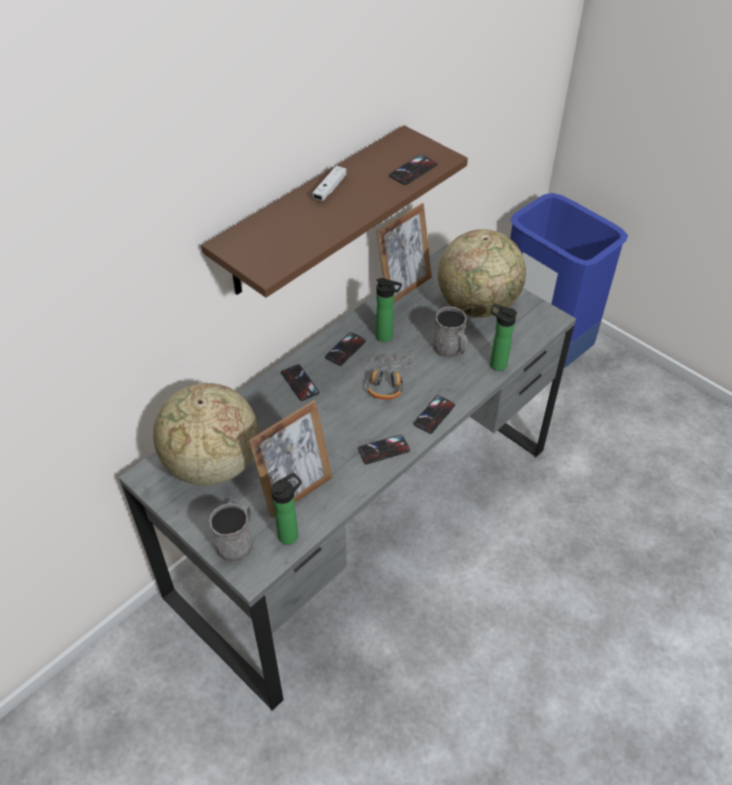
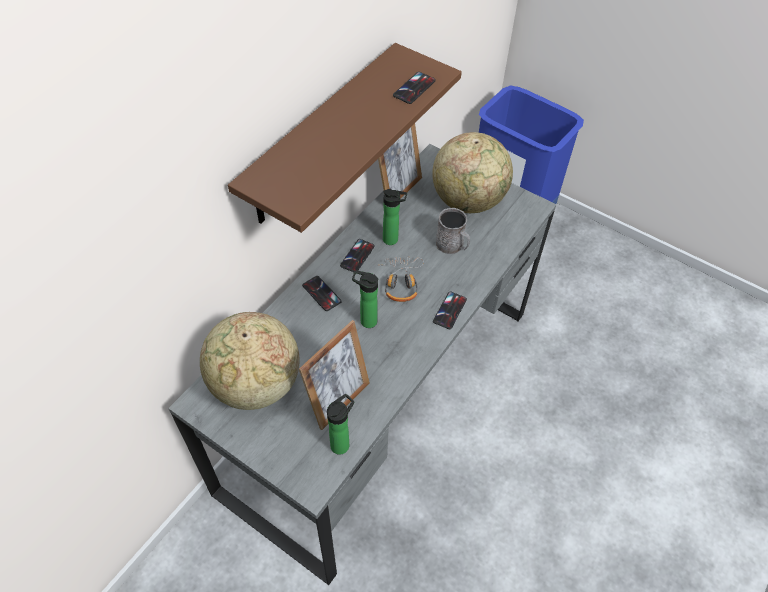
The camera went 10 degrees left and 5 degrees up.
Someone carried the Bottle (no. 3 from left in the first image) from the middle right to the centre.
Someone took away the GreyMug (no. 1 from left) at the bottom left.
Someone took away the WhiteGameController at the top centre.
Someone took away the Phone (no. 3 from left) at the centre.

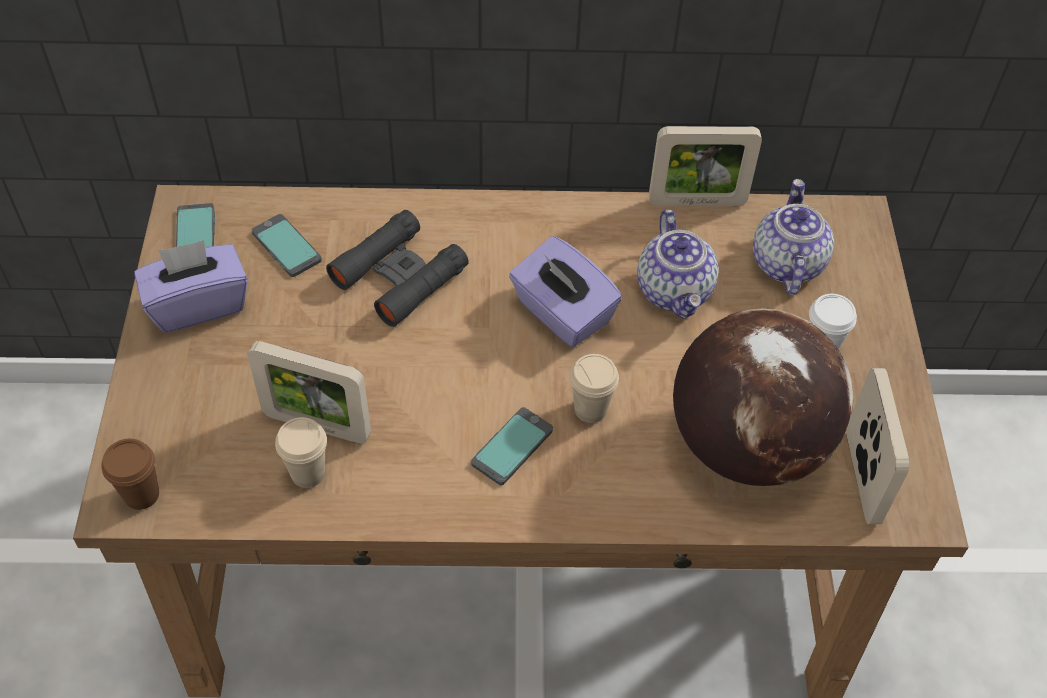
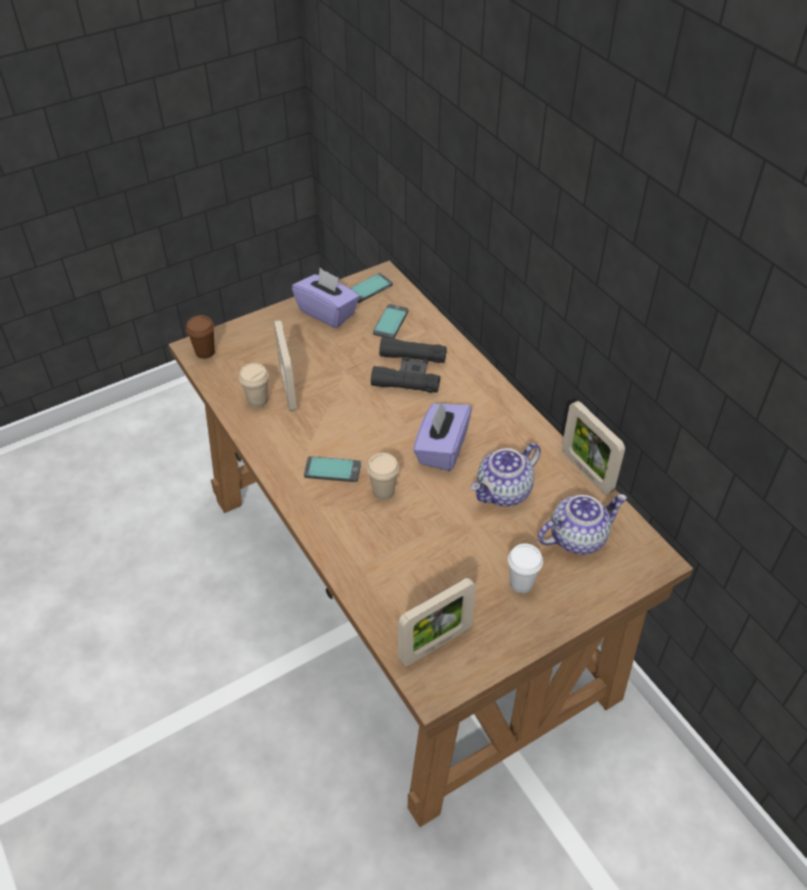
The camera went 60 degrees right and 5 degrees down.
Someone took away the Globe at the middle right.

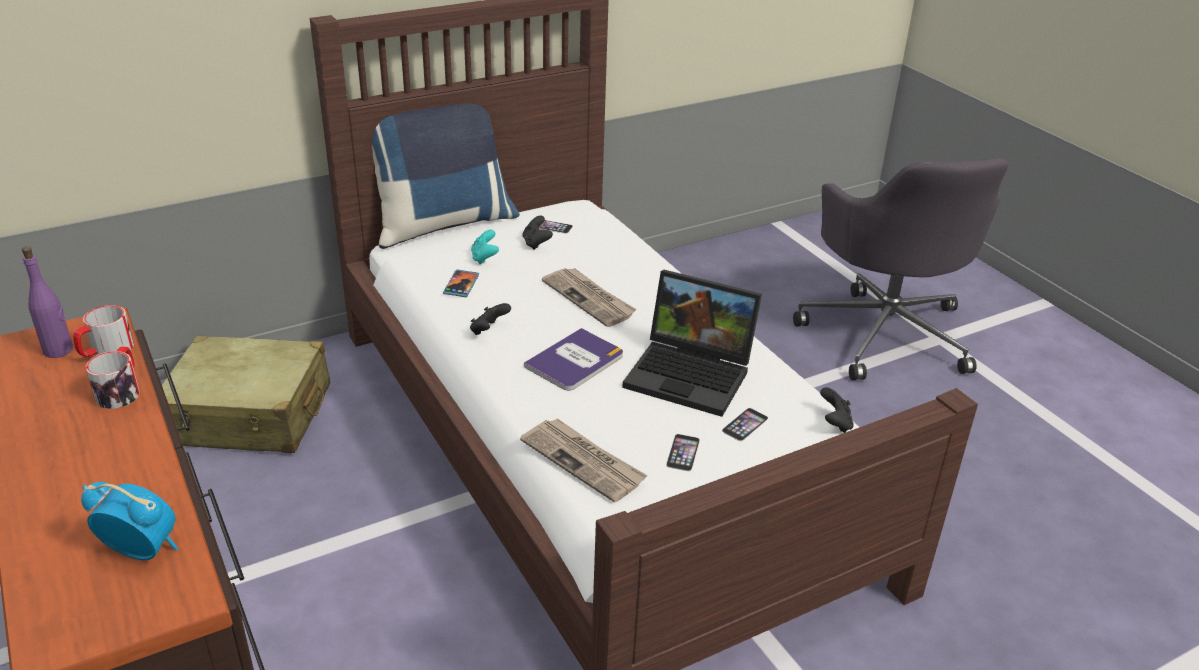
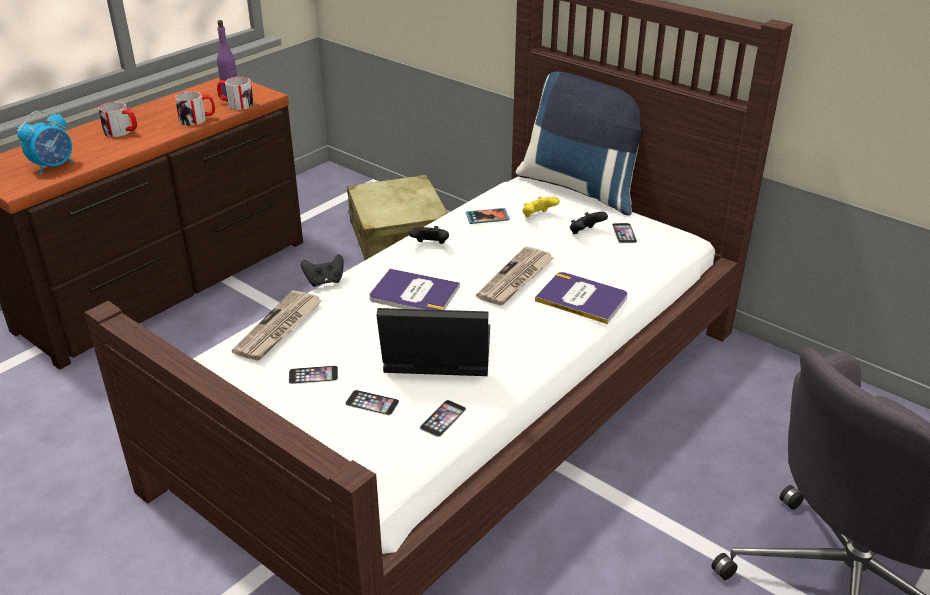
The camera went 70 degrees right and 0 degrees up.
Someone rotated the AlarmClock at the bottom left by 45 degrees clockwise.
Someone put down the Mug (no. 1 from left) at the top left.
Someone carried the BlackGameController (no. 3 from left in the first image) from the middle right to the centre.
Someone rotated the Laptop at the centre by 90 degrees clockwise.
Someone put down the Phone (no. 3 from left) at the bottom centre.
Someone repainted the TurquoiseGameController at the centre, which became the YellowGameController at the centre.
Someone put down the Book (no. 2 from left) at the centre.

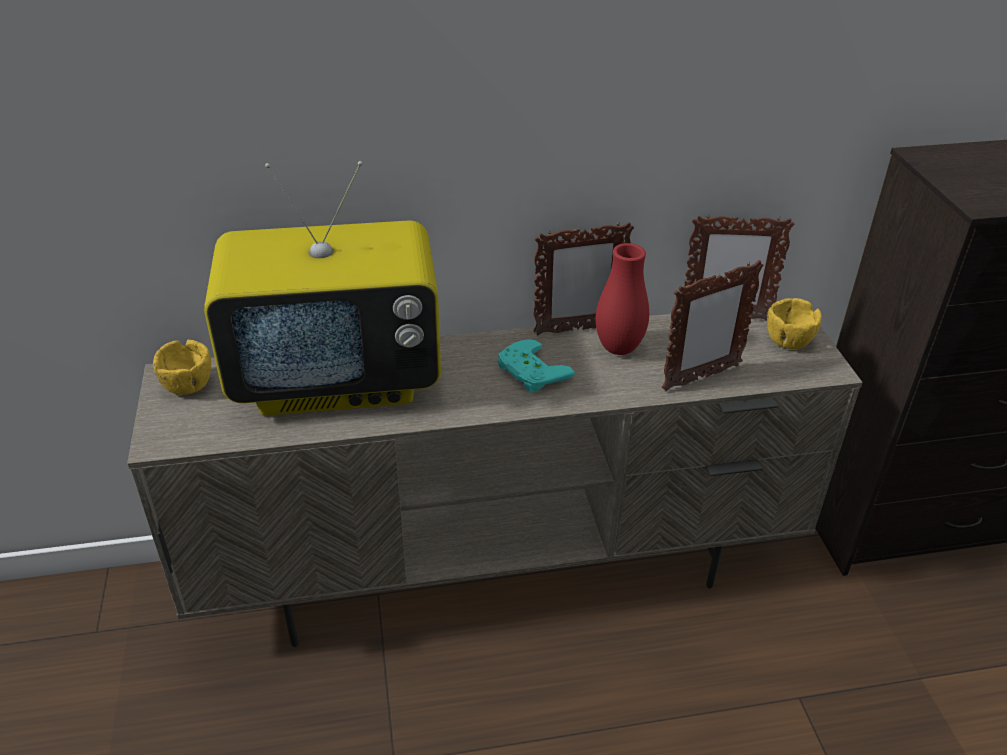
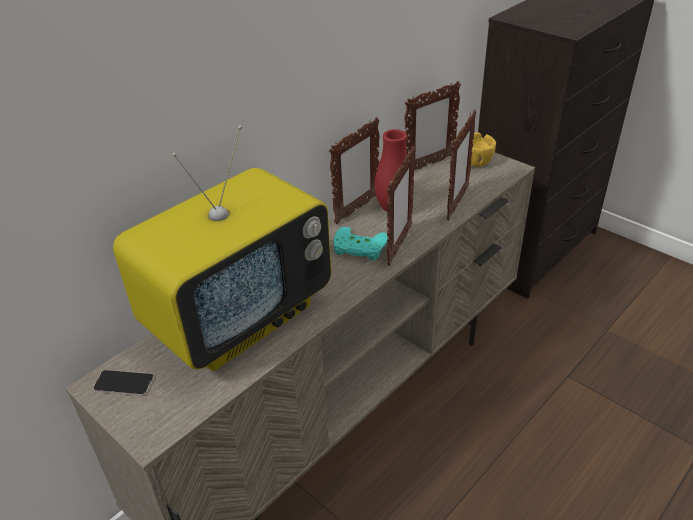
The camera went 35 degrees left and 0 degrees up.
Someone swapped the YellowBowl (no. 1 from left) at the middle left for the Phone at the bottom left.
Someone put down the PictureFrame (no. 2 from left) at the centre.

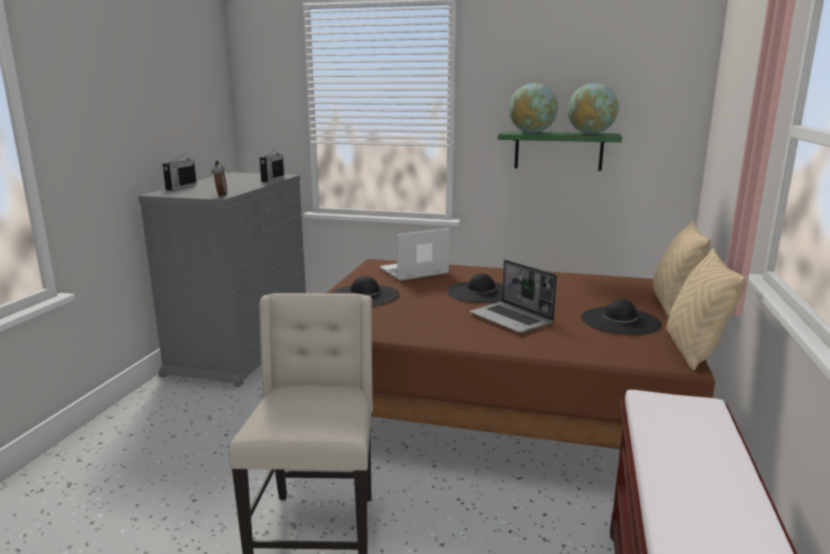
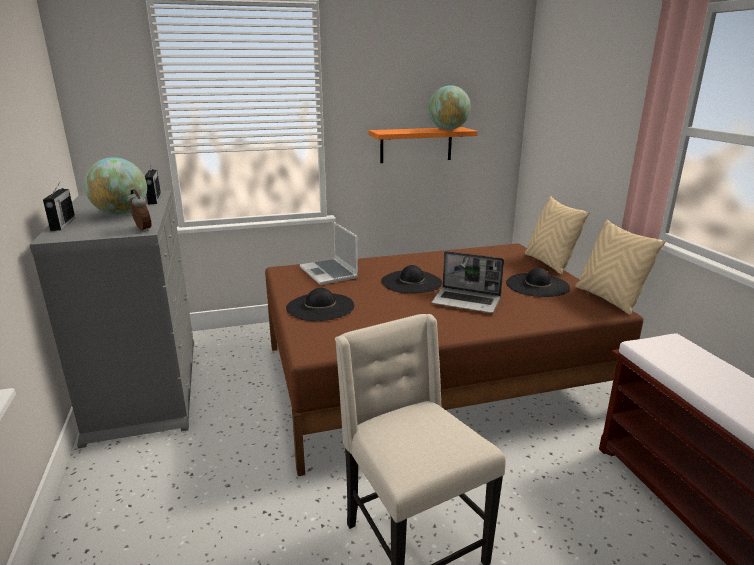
The camera went 30 degrees left and 5 degrees up.
Someone carried the Globe (no. 1 from left) from the top centre to the top left.
Someone rotated the Laptop (no. 1 from left) at the centre by 60 degrees counterclockwise.
Someone repainted the GreenShelf at the top right, which became the OrangeShelf at the top centre.

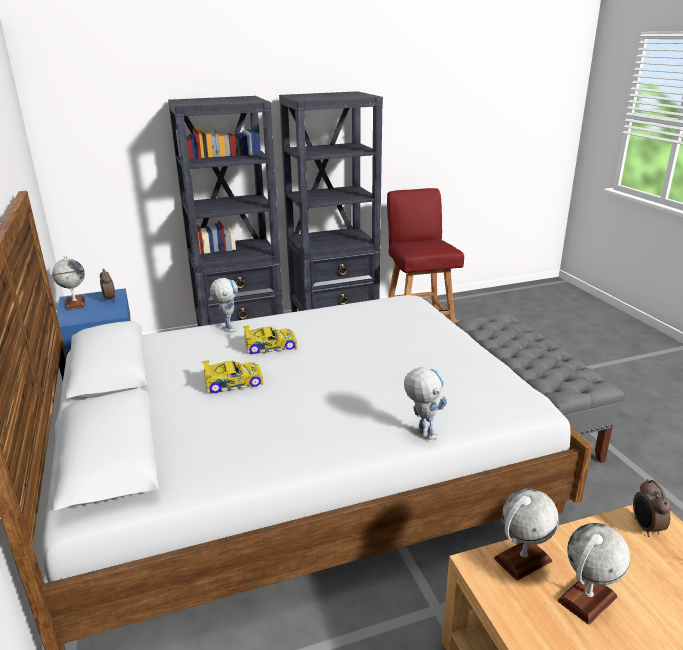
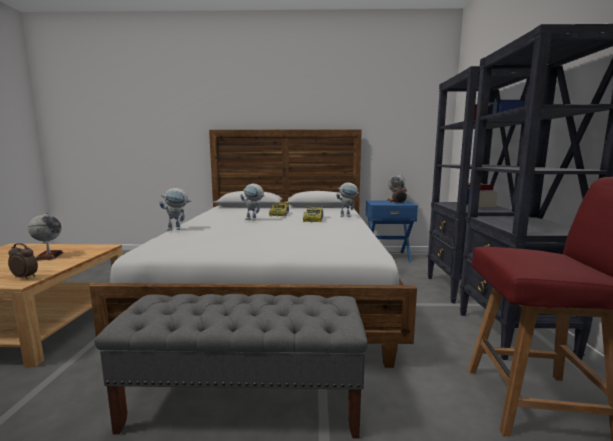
The camera went 110 degrees right and 15 degrees down.
Someone put down the ToyRobot (no. 2 from left) at the centre.
Someone took away the Globe (no. 2 from left) at the bottom right.

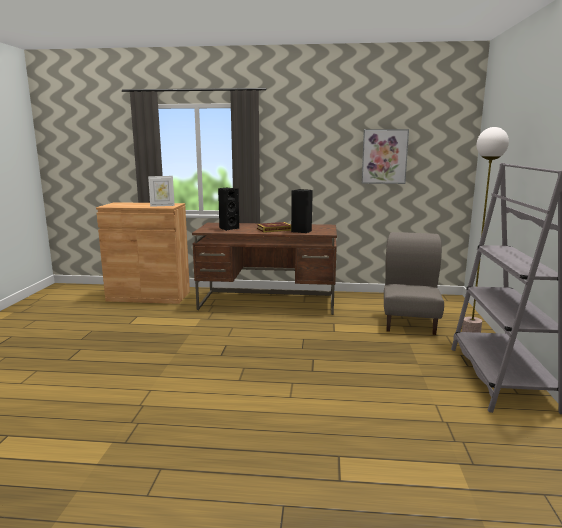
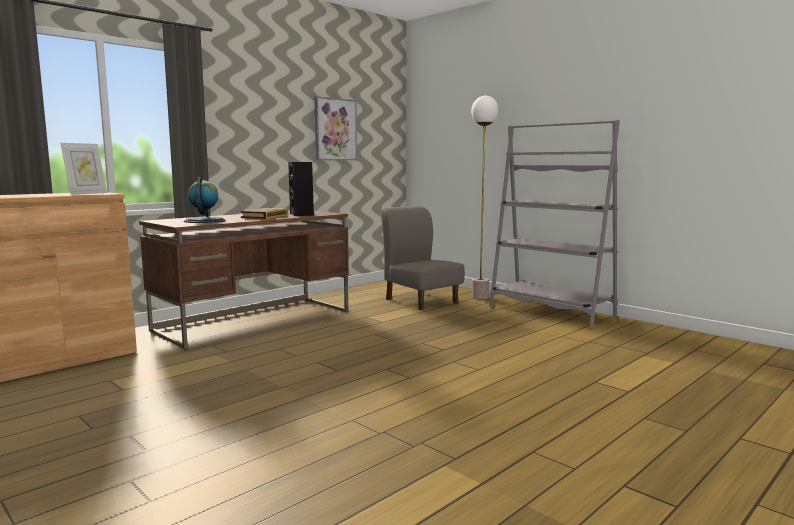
The camera went 50 degrees left and 5 degrees down.
Someone swapped the BlackSpeaker (no. 1 from left) at the centre for the Globe at the middle left.

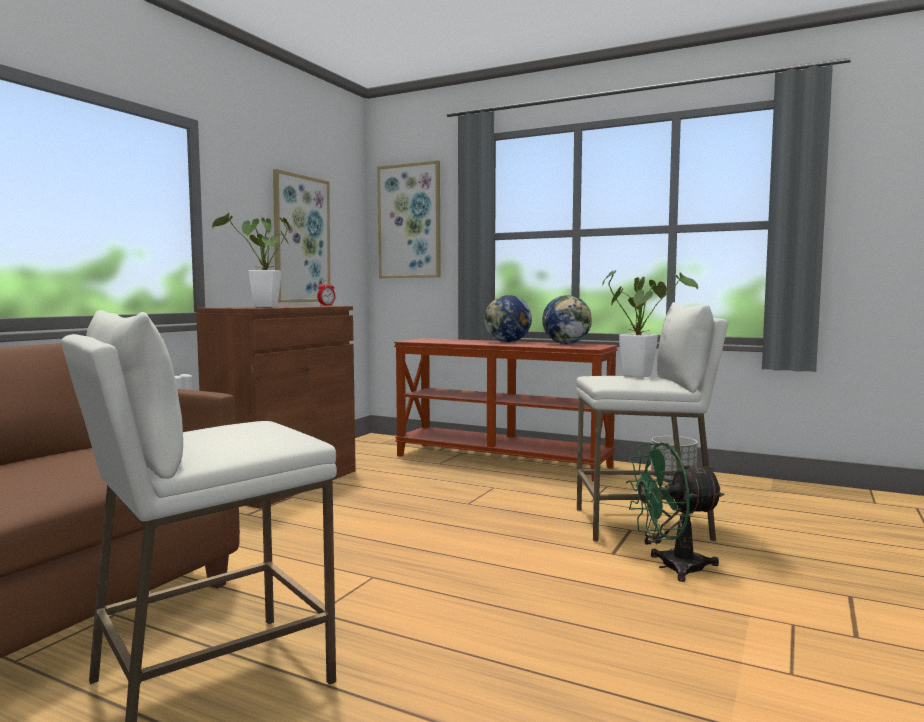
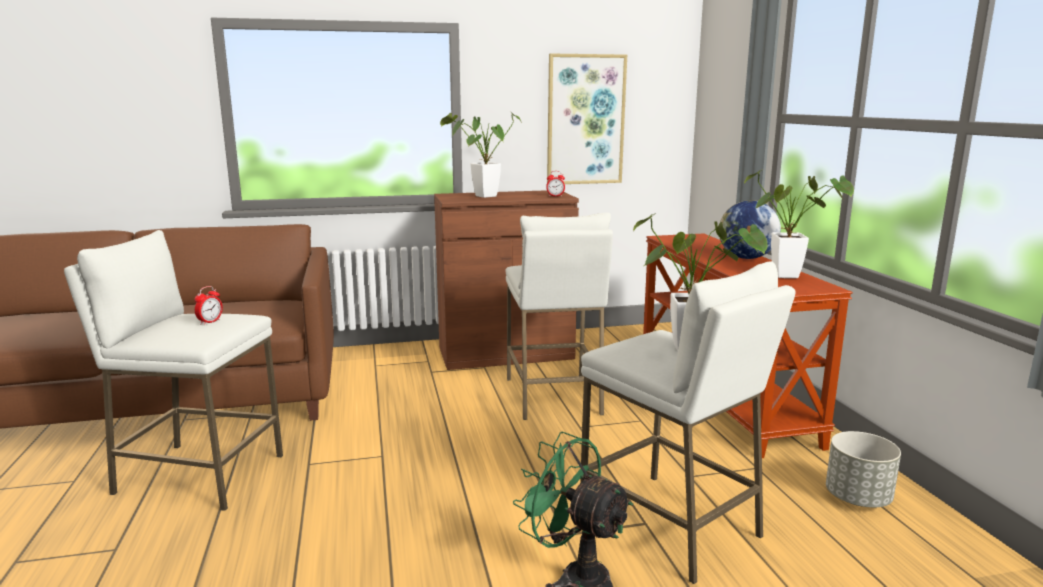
The camera went 50 degrees right and 10 degrees up.
Someone put down the AlarmClock (no. 1 from left) at the middle left.
Someone put down the WhiteStool (no. 2 from left) at the centre.
Someone swapped the Globe (no. 2 from left) at the centre for the PottedPlant (no. 3 from left) at the middle right.
Someone took away the Picture (no. 2 from left) at the top centre.

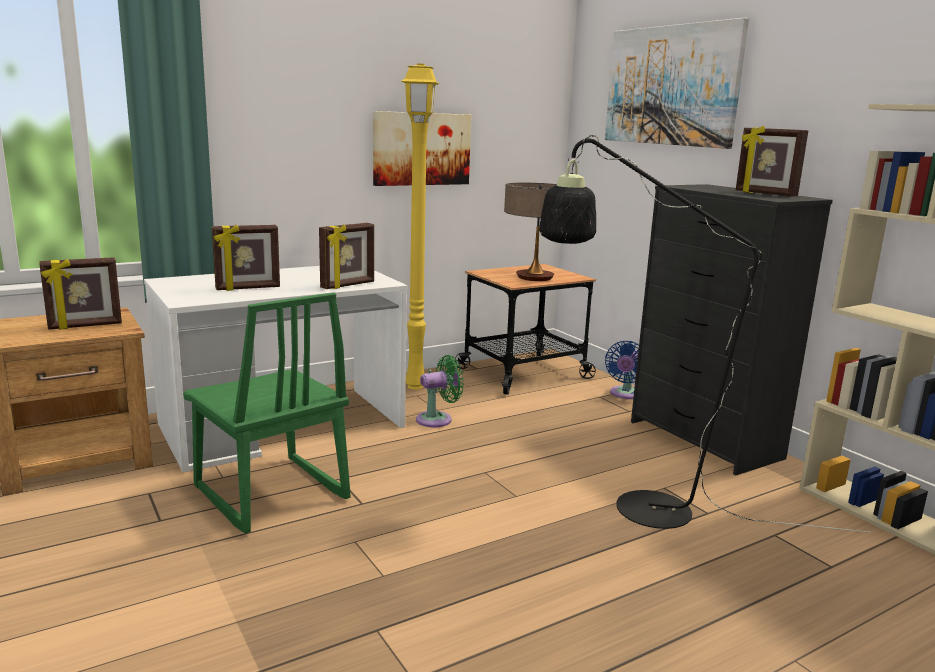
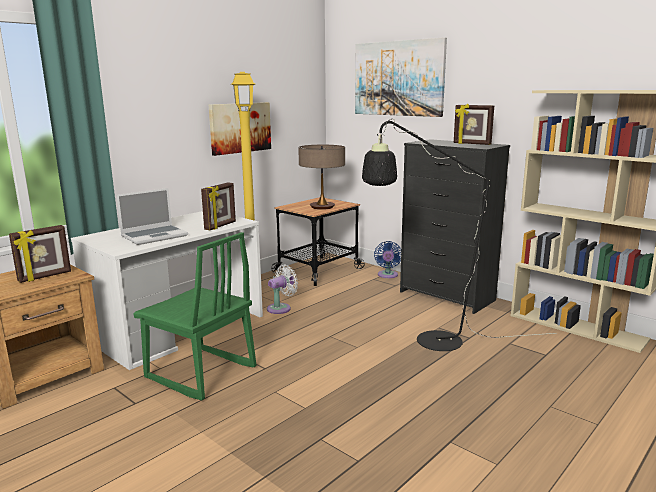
The camera went 15 degrees left and 0 degrees up.
Someone swapped the PictureFrame (no. 2 from left) at the middle left for the Laptop at the middle left.
Someone repainted the GreenFan at the centre, which became the WhiteFan at the centre.

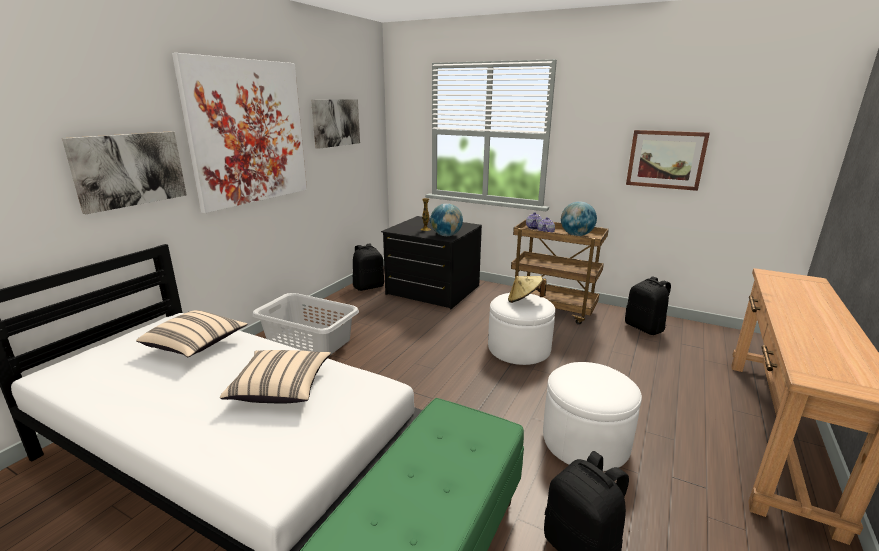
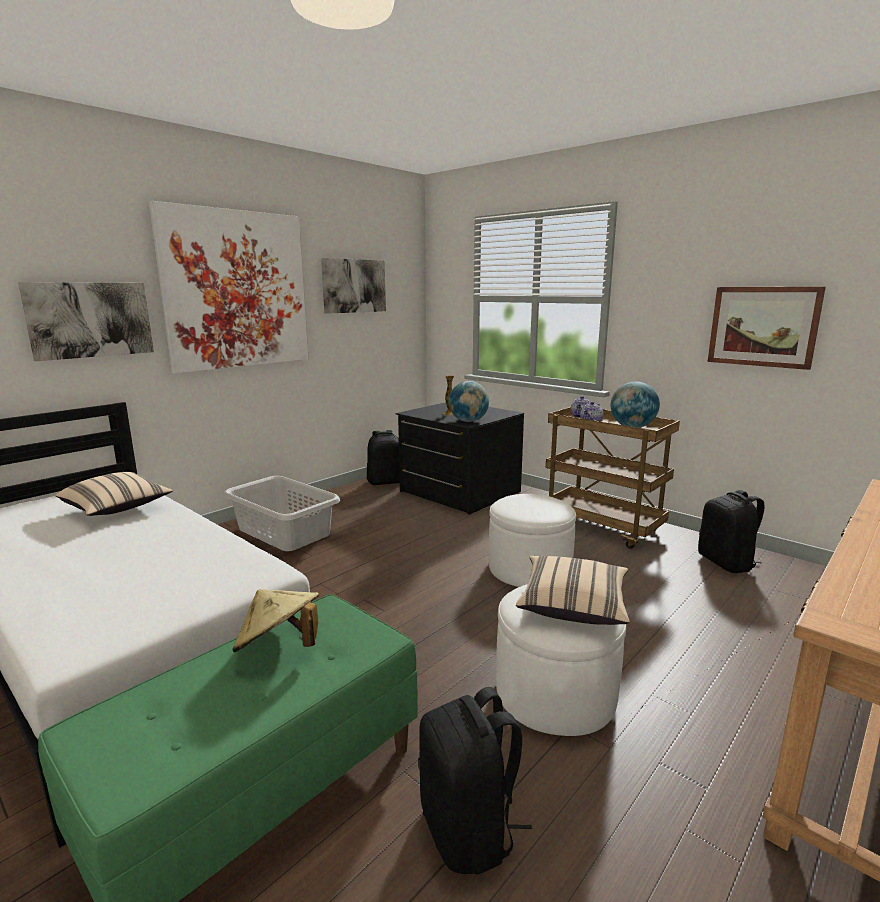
The camera went 15 degrees right and 5 degrees down.
Someone carried the BeigeHat from the centre to the bottom left.
Someone carried the BeigePillow (no. 2 from left) from the bottom left to the centre.

